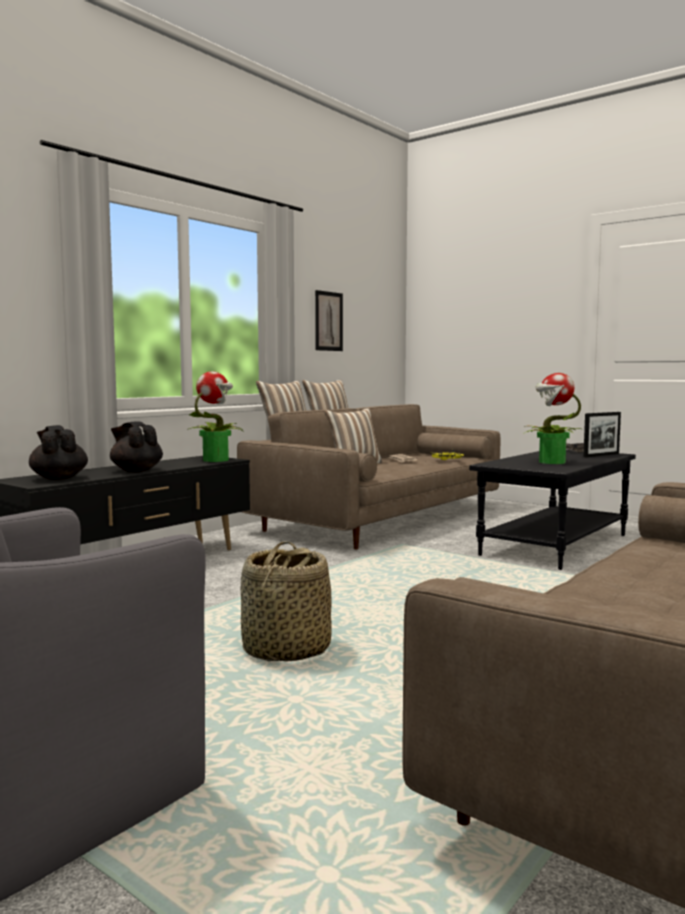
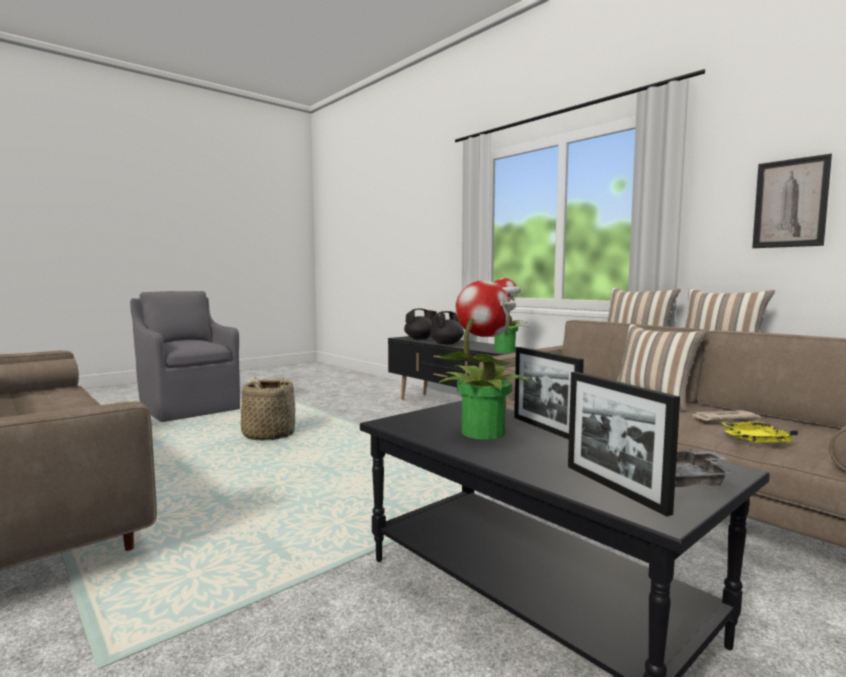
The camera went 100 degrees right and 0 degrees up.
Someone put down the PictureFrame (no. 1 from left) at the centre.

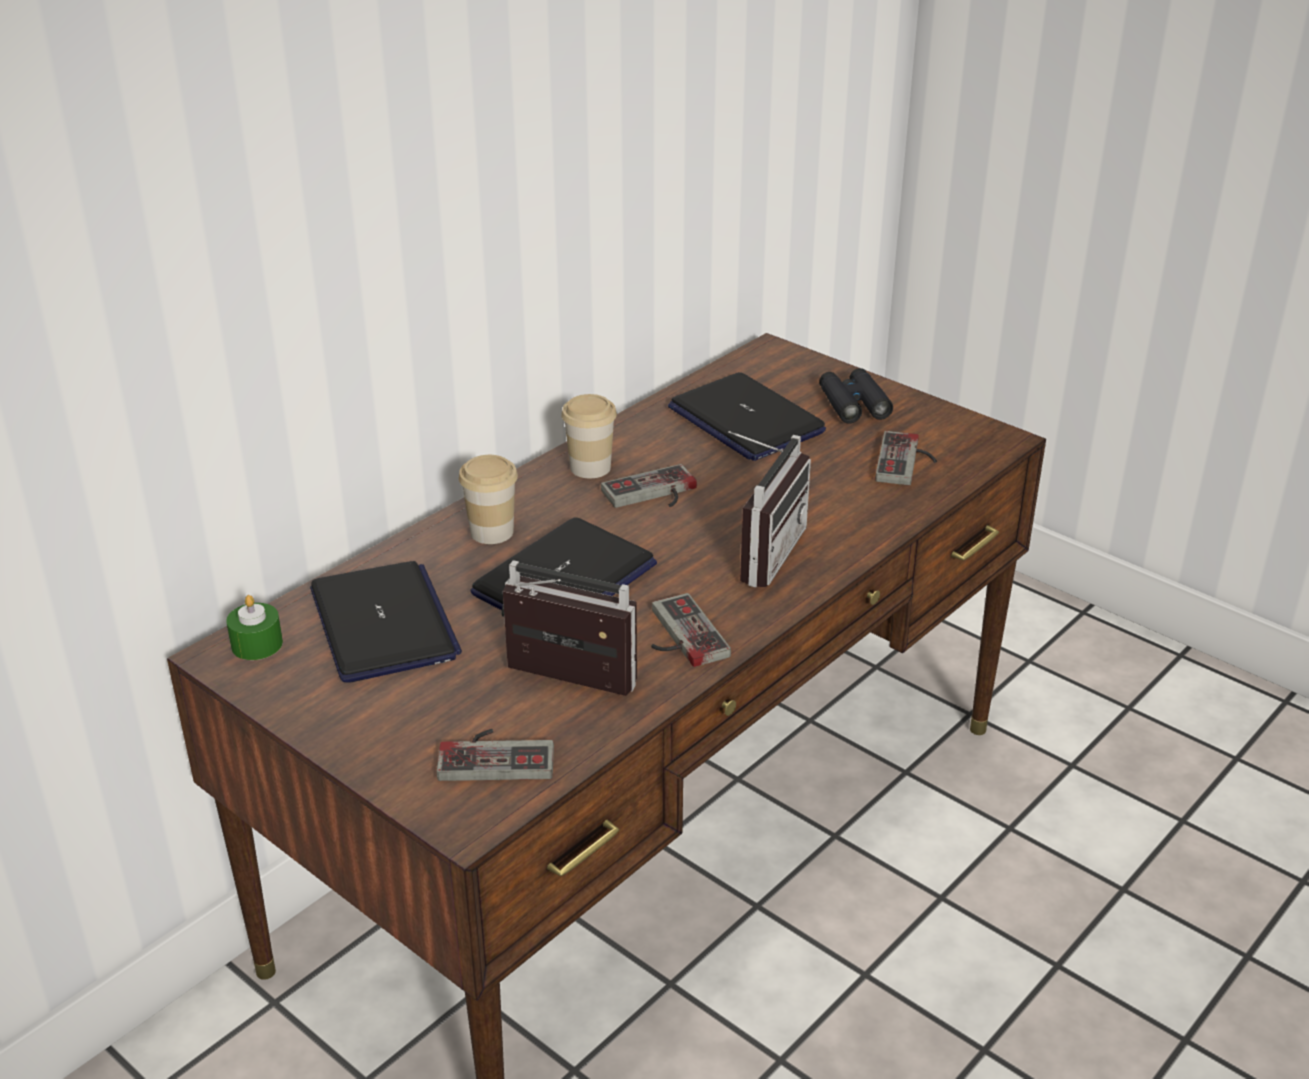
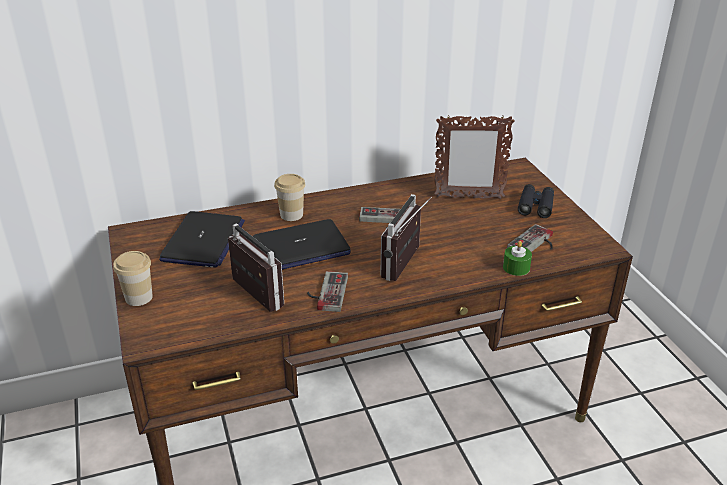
The camera went 30 degrees right and 0 degrees up.
Someone carried the Cup (no. 2 from left in the first image) from the centre to the middle left.
Someone rotated the Radio (no. 2 from left) at the centre by 150 degrees clockwise.
Someone swapped the Laptop (no. 3 from left) at the centre for the PictureFrame at the top centre.
Someone carried the GreenCandle from the middle left to the middle right.
Someone took away the GameController (no. 1 from left) at the bottom centre.

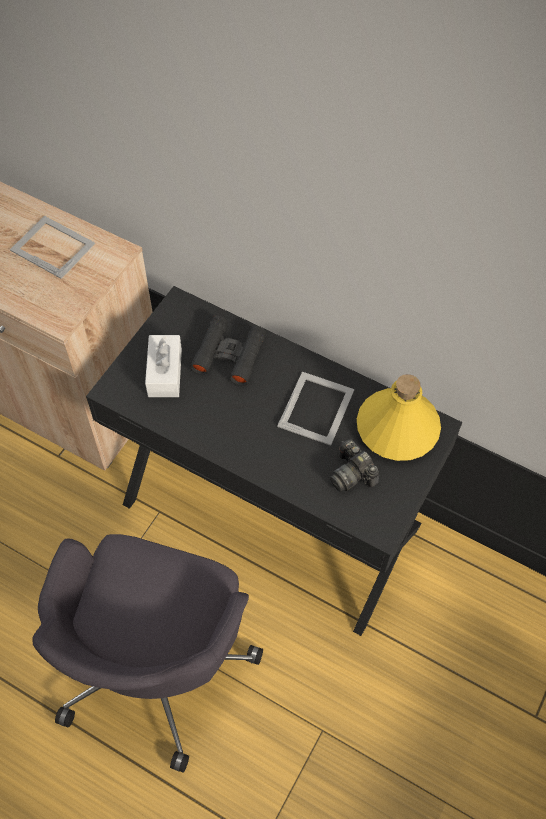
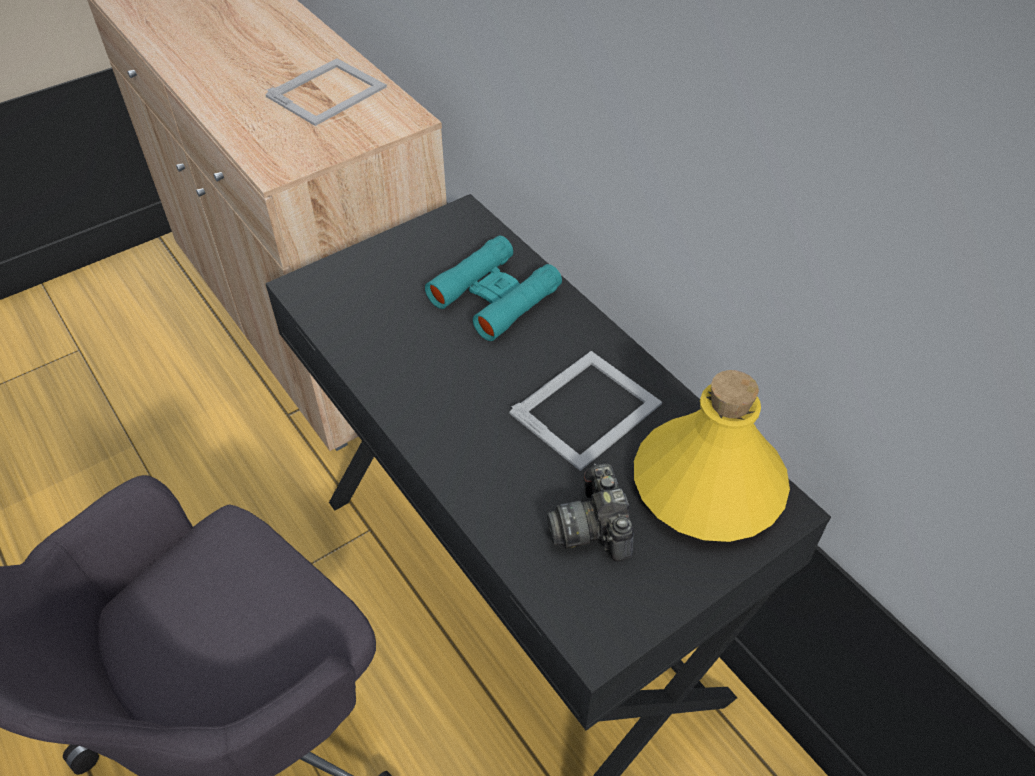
The camera went 25 degrees right and 10 degrees down.
Someone rotated the PictureFrame (no. 1 from left) at the top left by 75 degrees clockwise.
Someone repainted the BlackBinoculars at the centre, which became the TurquoiseBinoculars at the centre.
Someone took away the WhiteTissueBox at the middle left.

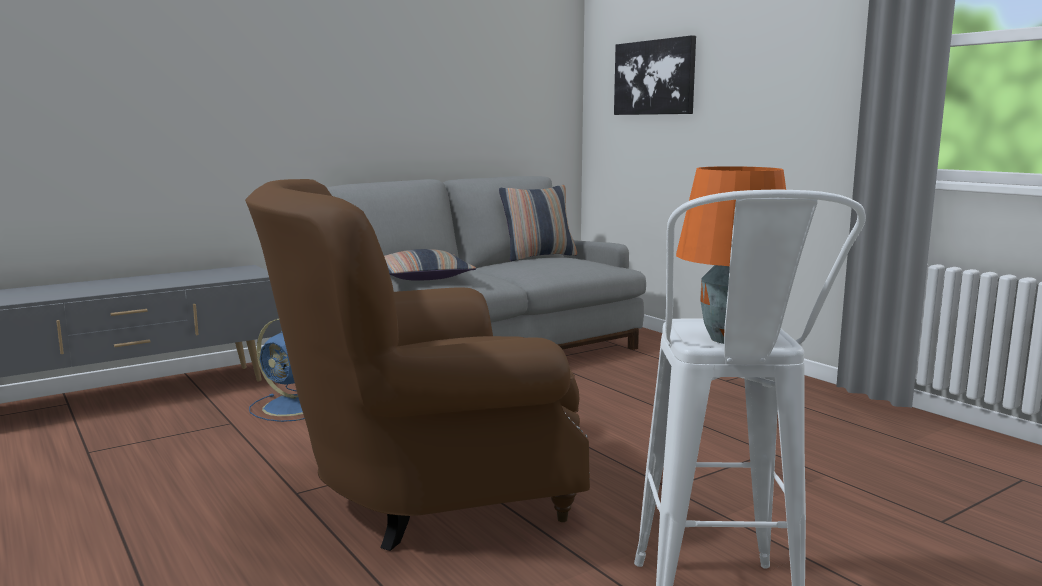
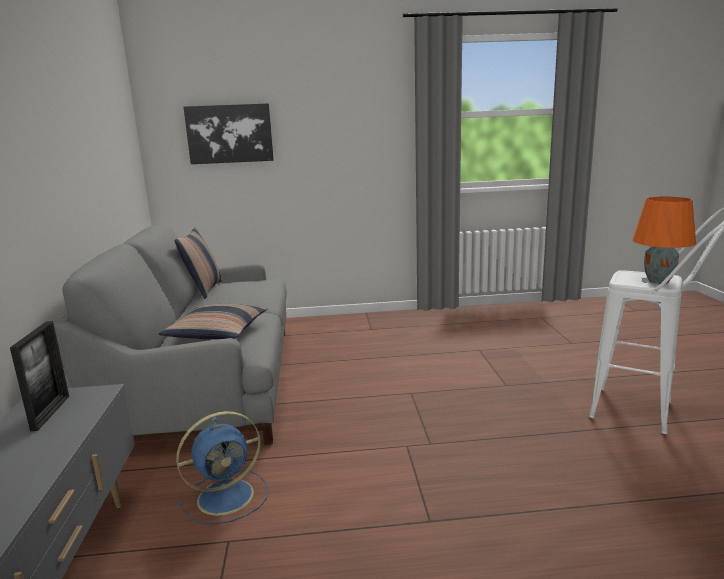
The camera went 60 degrees left and 5 degrees up.
Someone put down the PictureFrame at the middle left.
Someone took away the BrownArmchair at the centre.

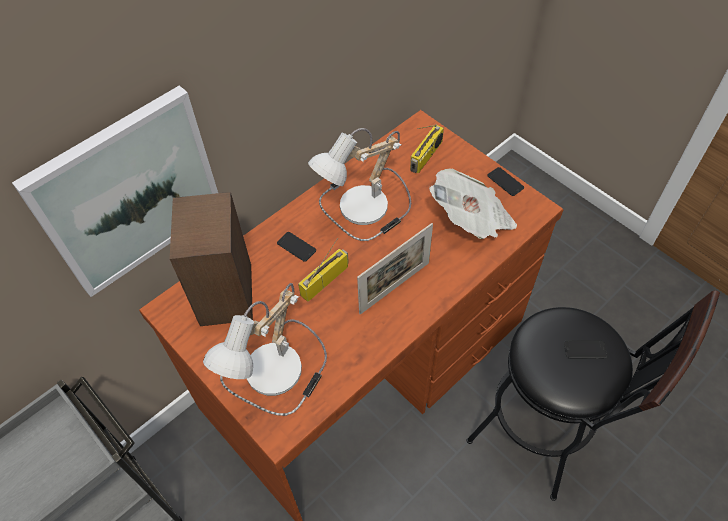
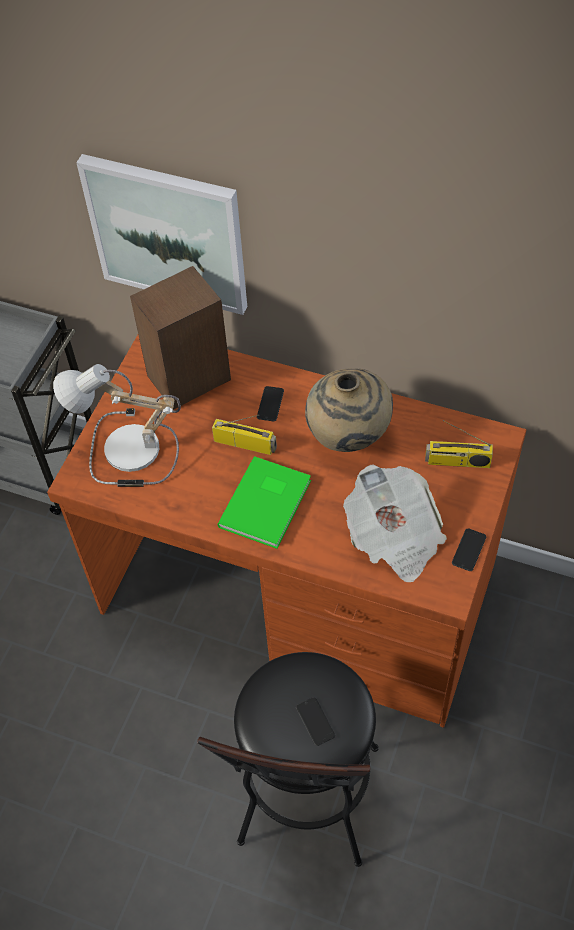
The camera went 65 degrees right and 0 degrees up.
Someone swapped the PictureFrame at the centre for the GreenBook at the centre.
Someone swapped the TableLamp (no. 2 from left) at the centre for the BeigeVase at the centre.

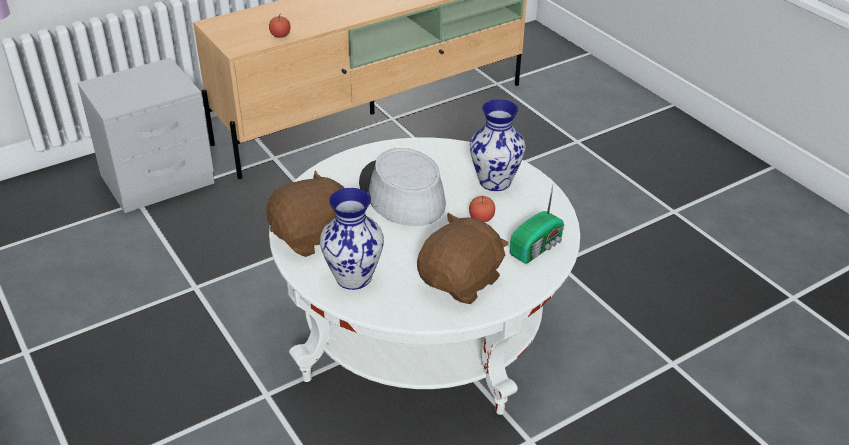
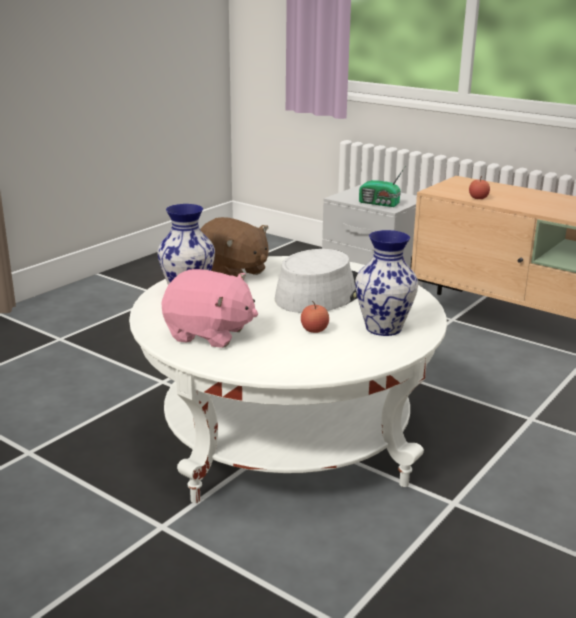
The camera went 70 degrees right and 15 degrees down.
Someone repainted the BrownPlushToy (no. 2 from left) at the centre, which became the PinkPlushToy at the centre.
Someone carried the Radio from the centre to the top centre.

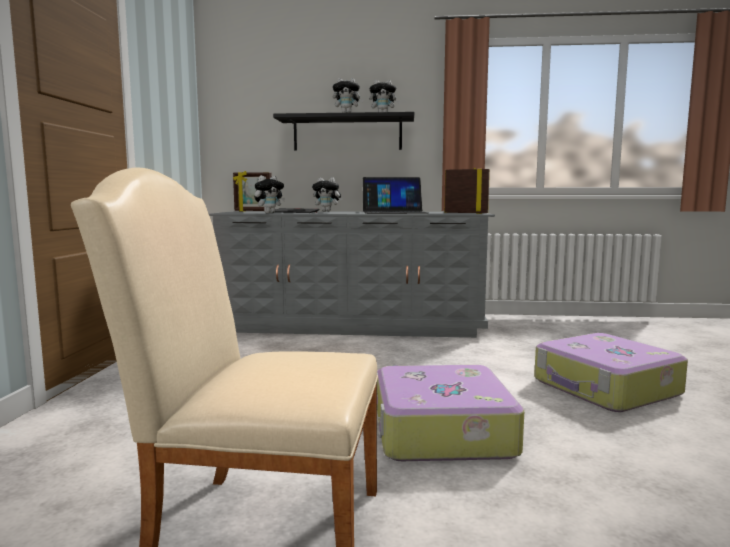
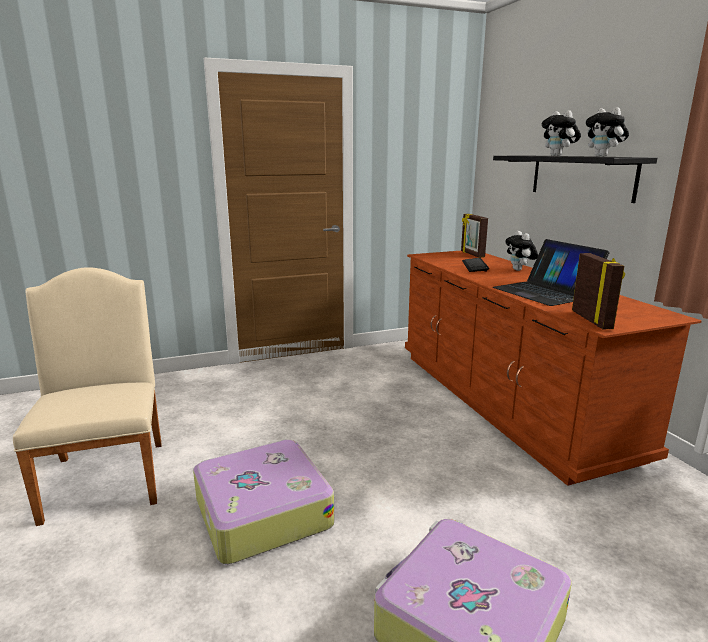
The camera went 65 degrees right and 10 degrees up.
Someone repainted the GreyDresser at the centre, which became the BrownDresser at the middle right.
Someone took away the PlushToy (no. 1 from left) at the centre.

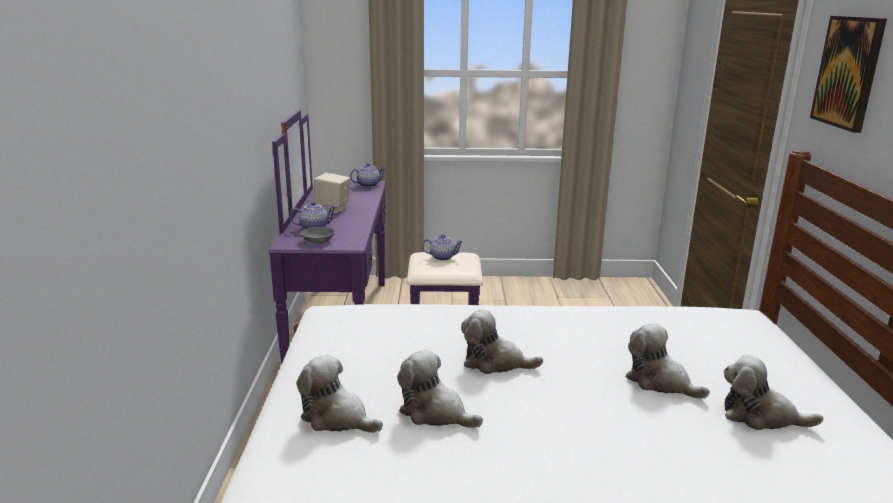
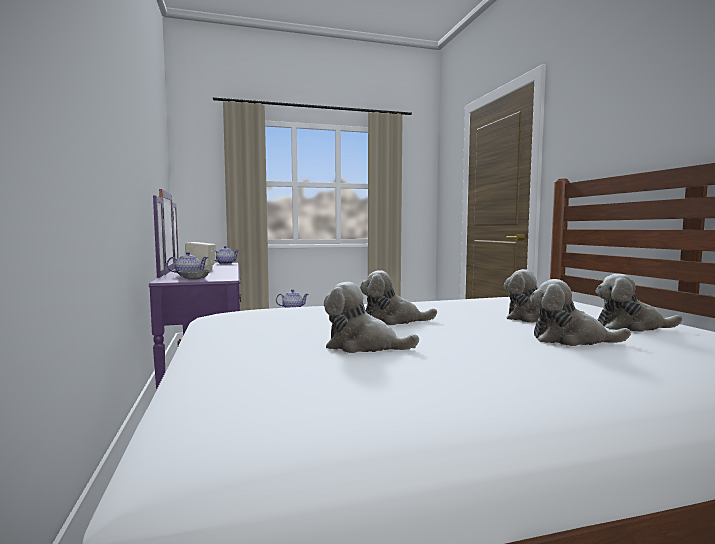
The camera went 15 degrees left and 15 degrees down.
Someone carried the PlushToy (no. 1 from left in the first image) from the bottom centre to the middle right.
Someone took away the Picture at the top right.

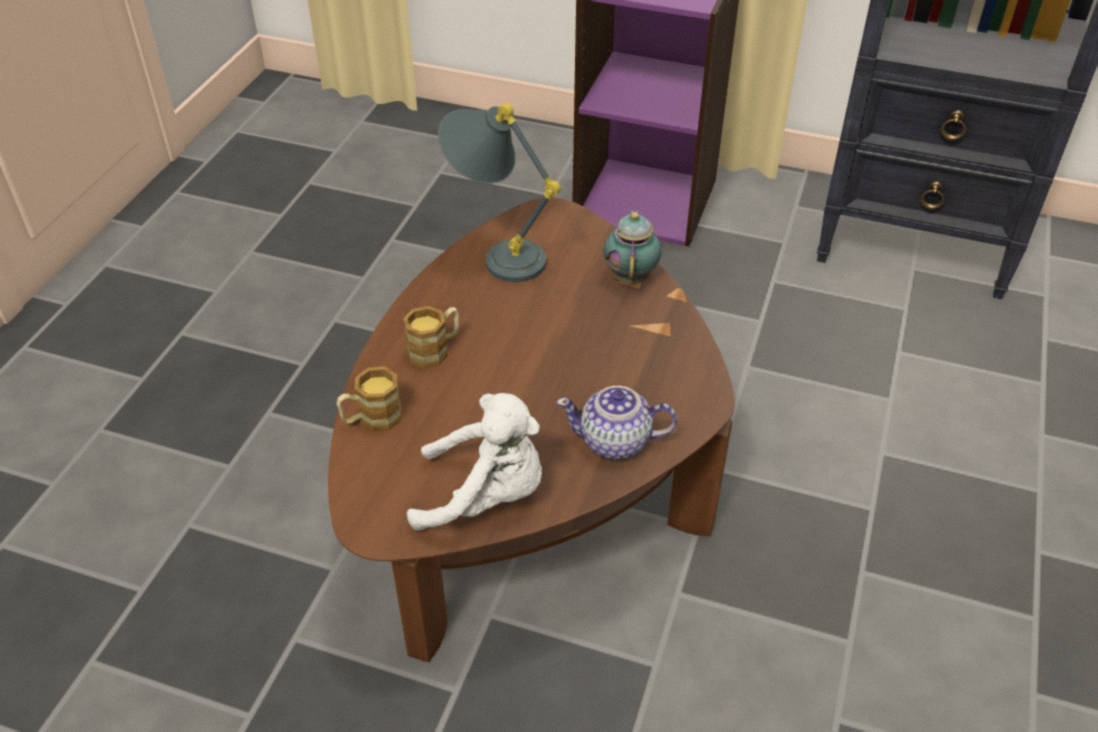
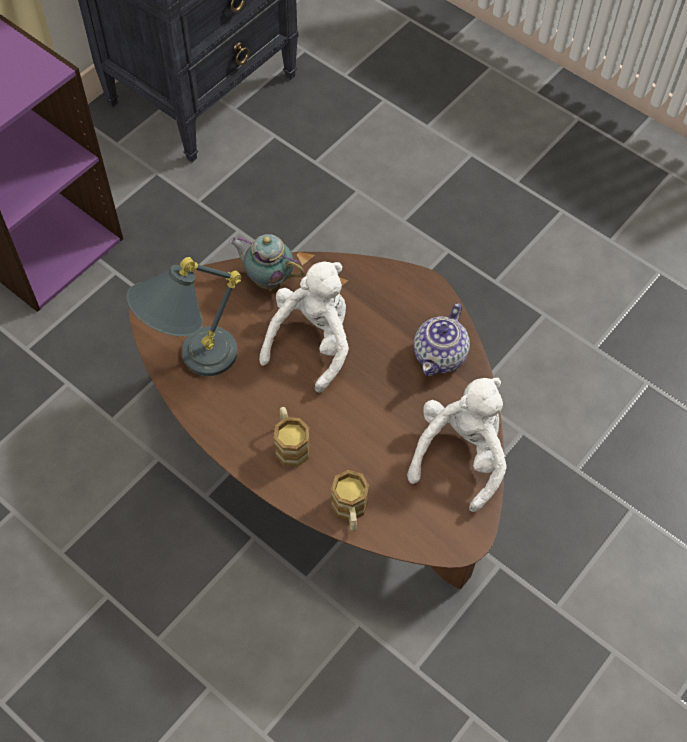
The camera went 70 degrees left and 15 degrees up.
Someone put down the WhitePlushToy (no. 1 from left) at the centre.

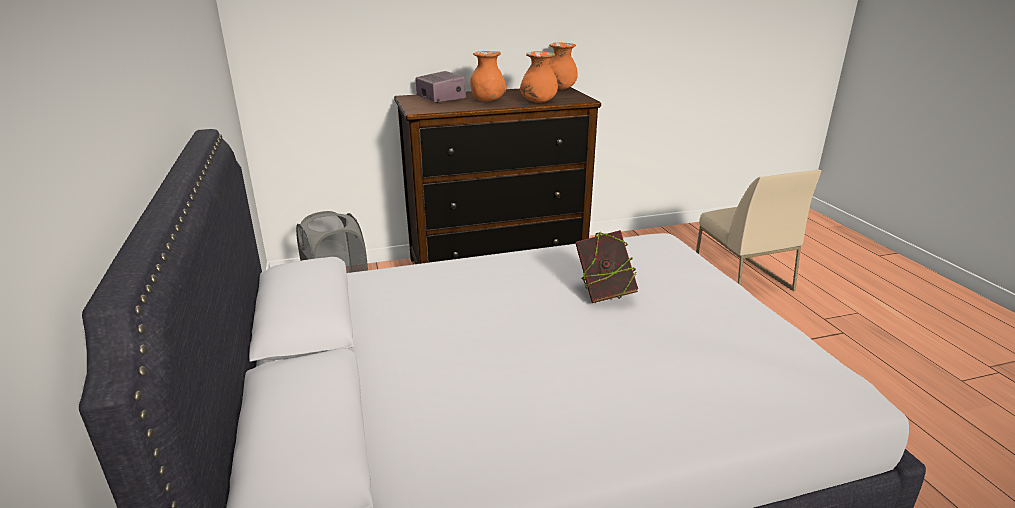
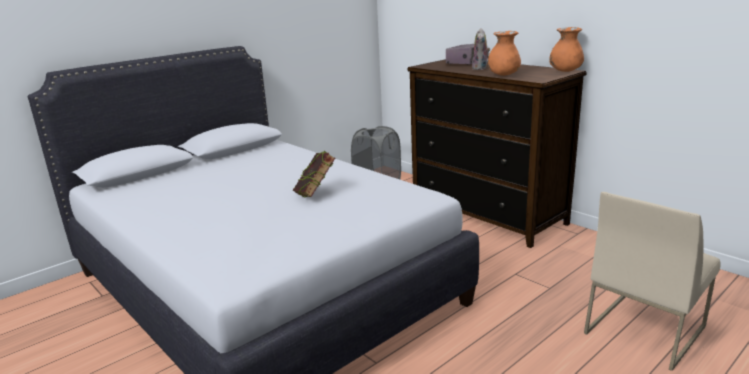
The camera went 65 degrees right and 5 degrees down.
Someone swapped the OrangeVase (no. 1 from left) at the top centre for the PlushToy at the top centre.

